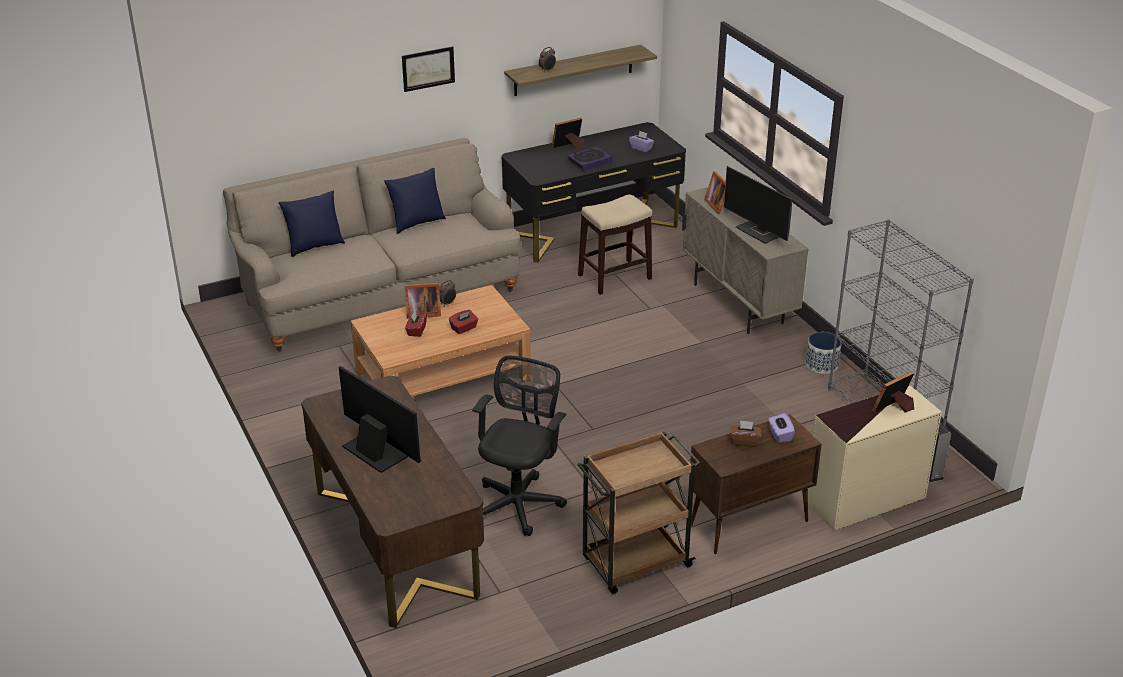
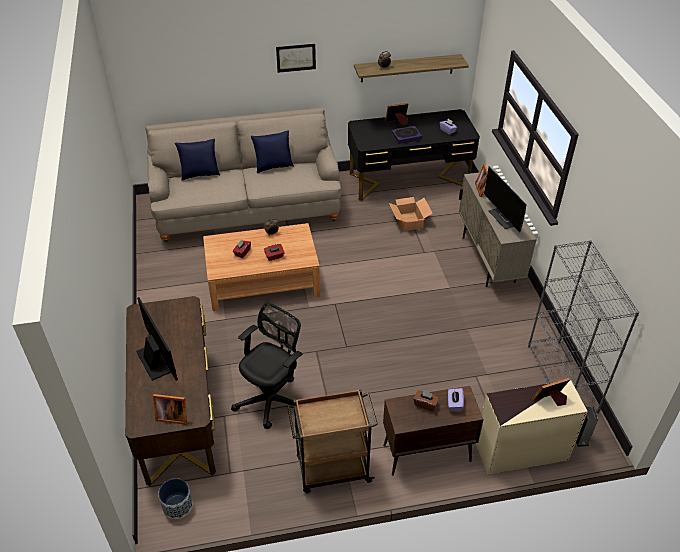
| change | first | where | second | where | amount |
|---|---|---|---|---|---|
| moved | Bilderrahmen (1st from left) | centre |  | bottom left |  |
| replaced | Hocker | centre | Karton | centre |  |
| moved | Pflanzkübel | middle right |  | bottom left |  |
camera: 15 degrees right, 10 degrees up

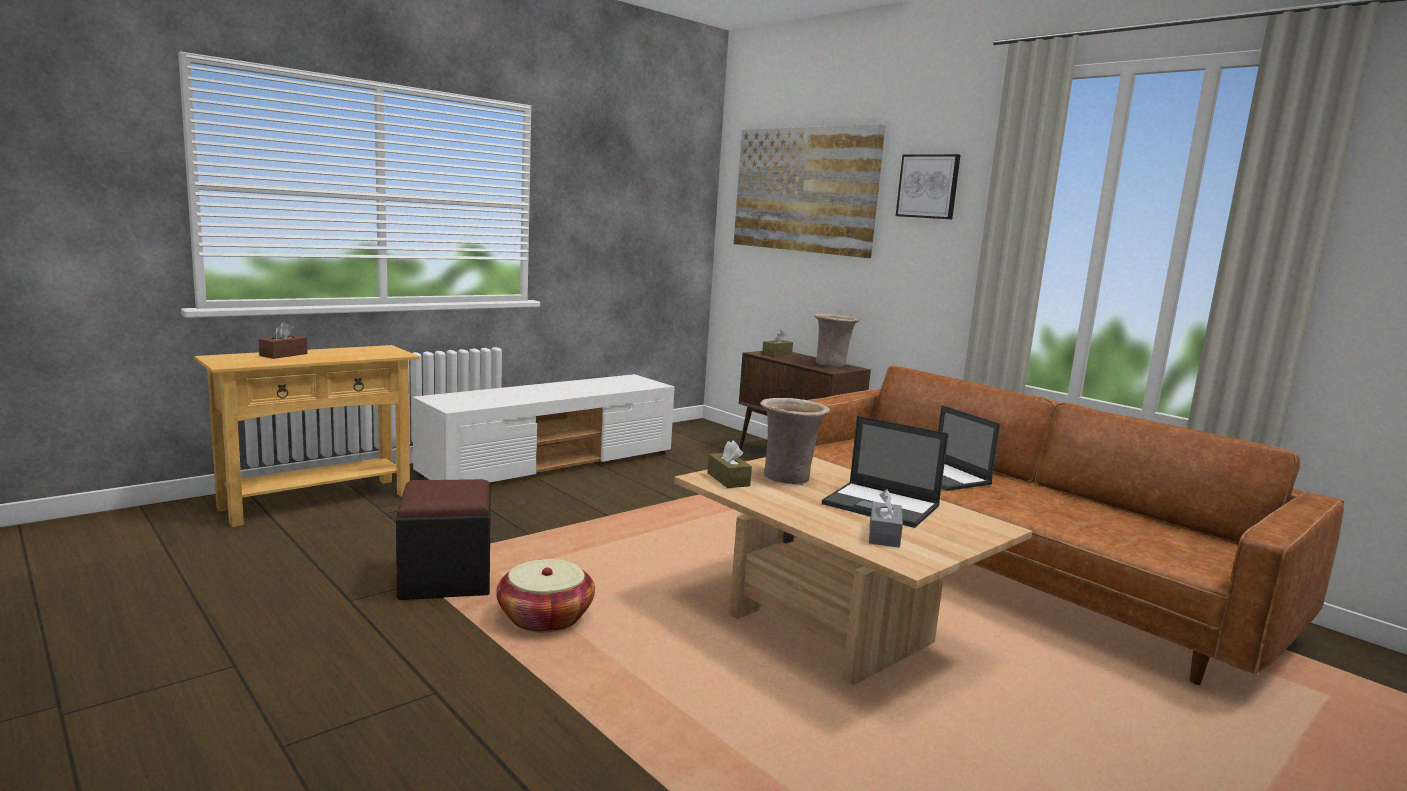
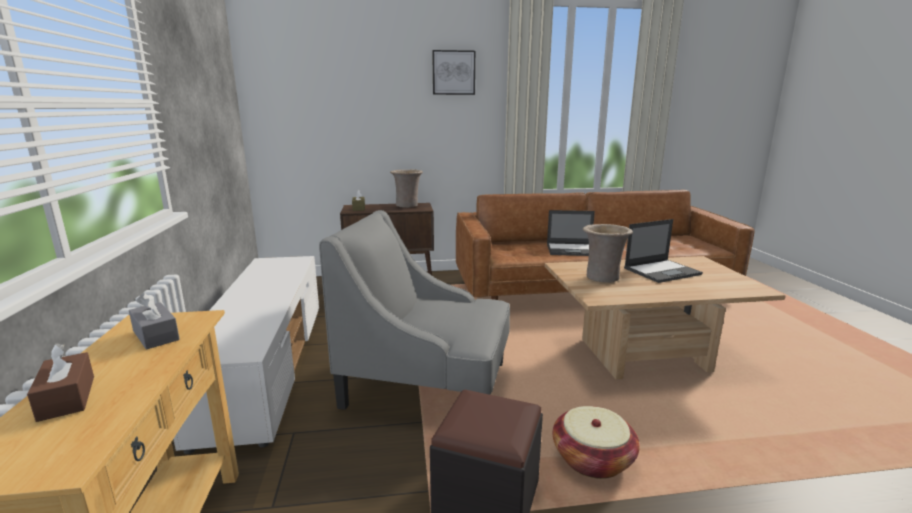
| change | first | where | second | where | amount |
|---|---|---|---|---|---|
| removed | Taschentuchbox [braun] (2nd from left) | centre |  |  |  |
| removed | Bild (1st from left) | top centre |  |  |  |
| moved | Taschentuchbox [grau] | centre |  | middle left |  |
| added |  |  | Sessel [grau] | centre |  |
camera: 55 degrees left, 5 degrees up

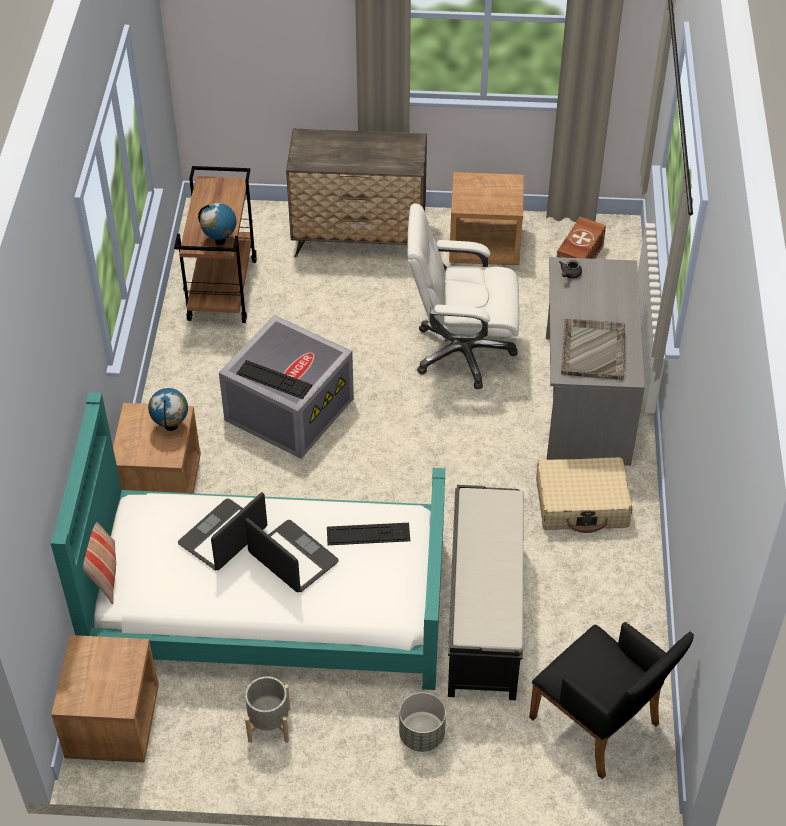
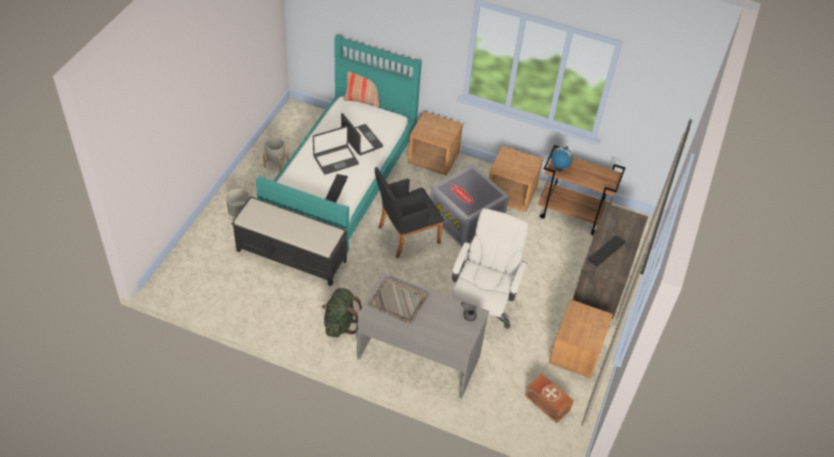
| change | first | where | second | where | amount |
|---|---|---|---|---|---|
| moved | Nachttisch [braun] (1st from left in the first image) | bottom left | Nachttisch [braun] (2nd from left) | centre |  |
| removed | Globus (1st from left) | middle left |  |  |  |
| moved | Tastatur (1st from left in the first image) | centre | Tastatur (2nd from left) | middle right |  |
| moved | Sessel [schwarz] | bottom right |  | centre |  |
| replaced | Koffer [beige] | middle right | Rucksack [grün] | bottom centre |  |
camera: 105 degrees right, 0 degrees up

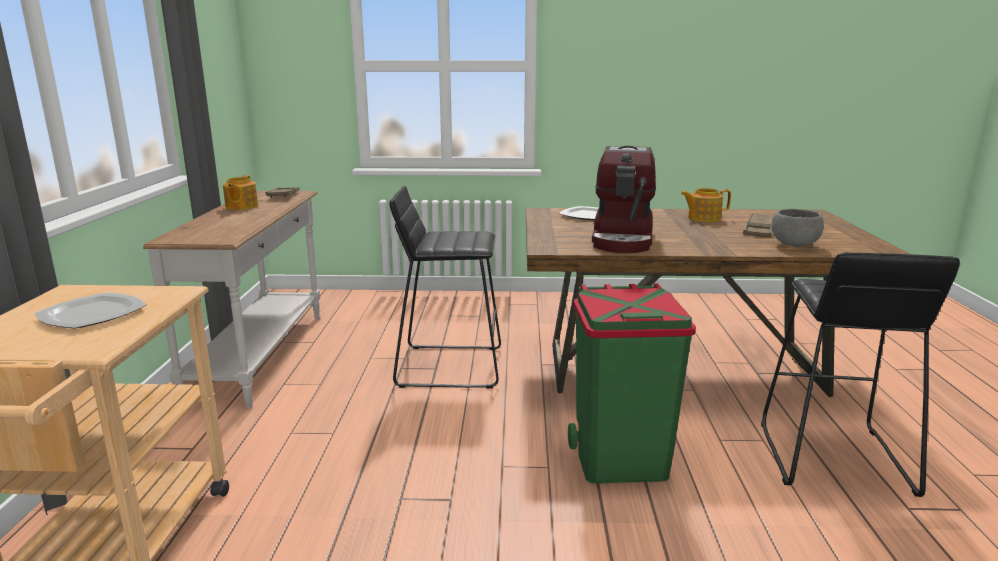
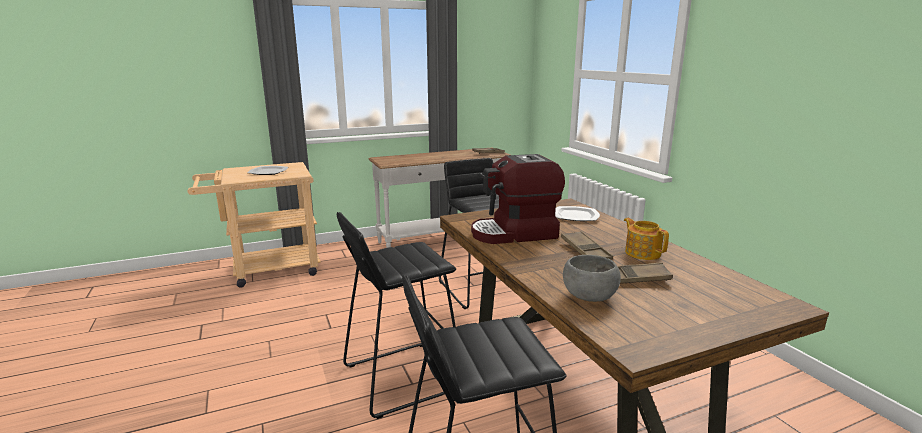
| change | first | where | second | where | amount |
|---|---|---|---|---|---|
| removed | Teekanne (1st from left) | middle left |  |  |  |
| replaced | Mülleimer [grün] | bottom centre | Hocker [schwarz] (1st from left) | bottom centre |  |
| added |  |  | Tablett [braun] (2nd from left) | centre |  |
camera: 65 degrees right, 0 degrees up

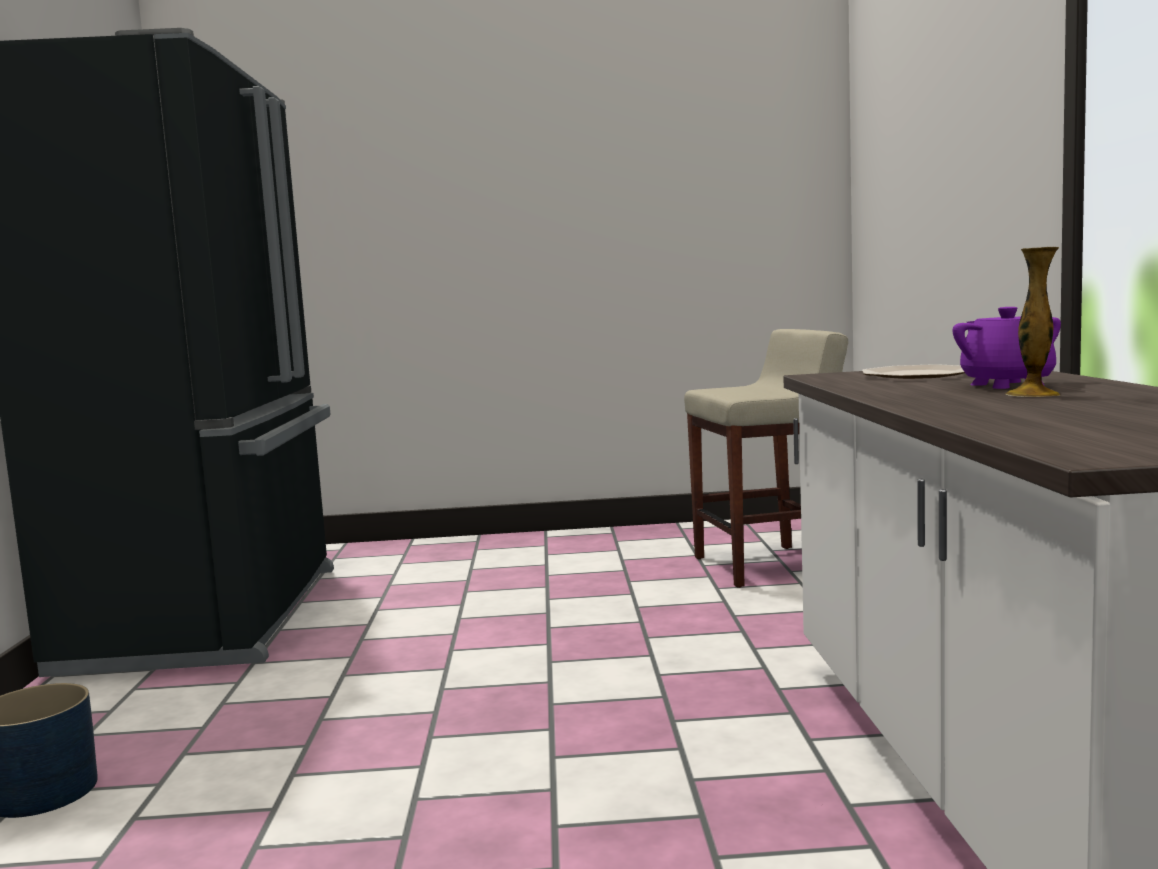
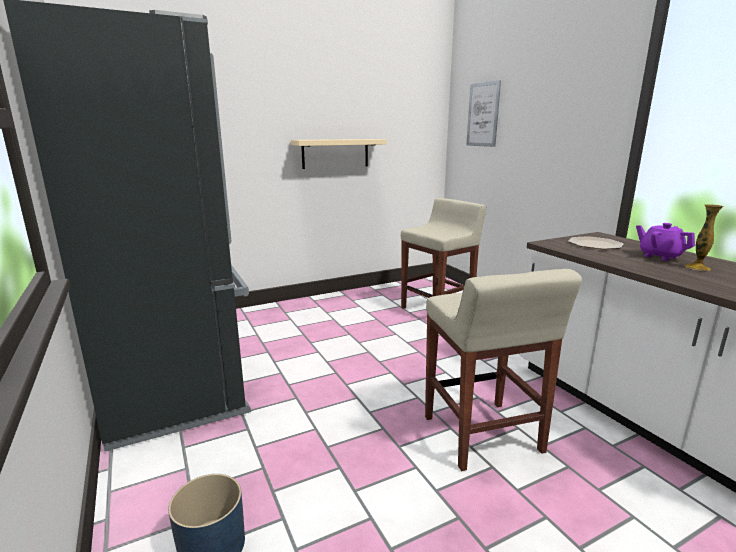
| change | first | where | second | where | amount |
|---|---|---|---|---|---|
| added |  |  | Wandregal [beige] | top centre |  |
| added |  |  | Hocker [beige] (2nd from left) | bottom right |  |
| added |  |  | Bild | top centre |  |
camera: 25 degrees left, 10 degrees up

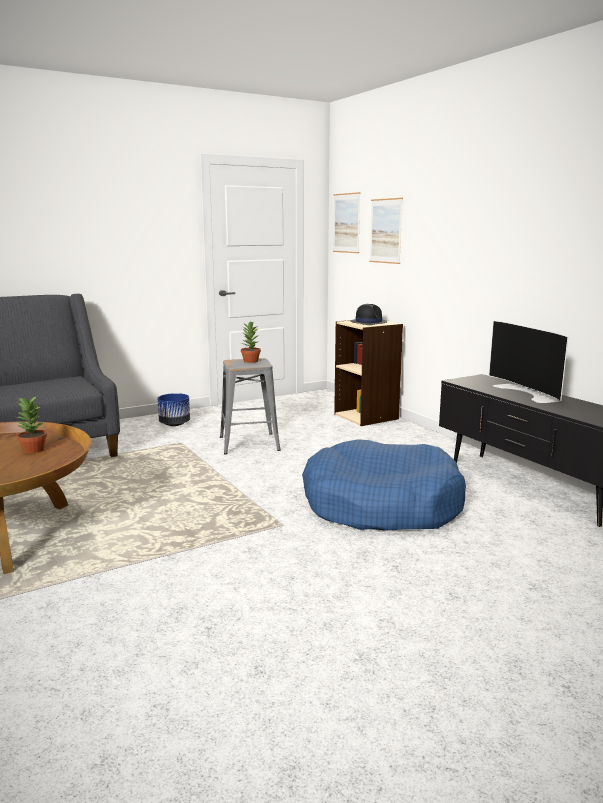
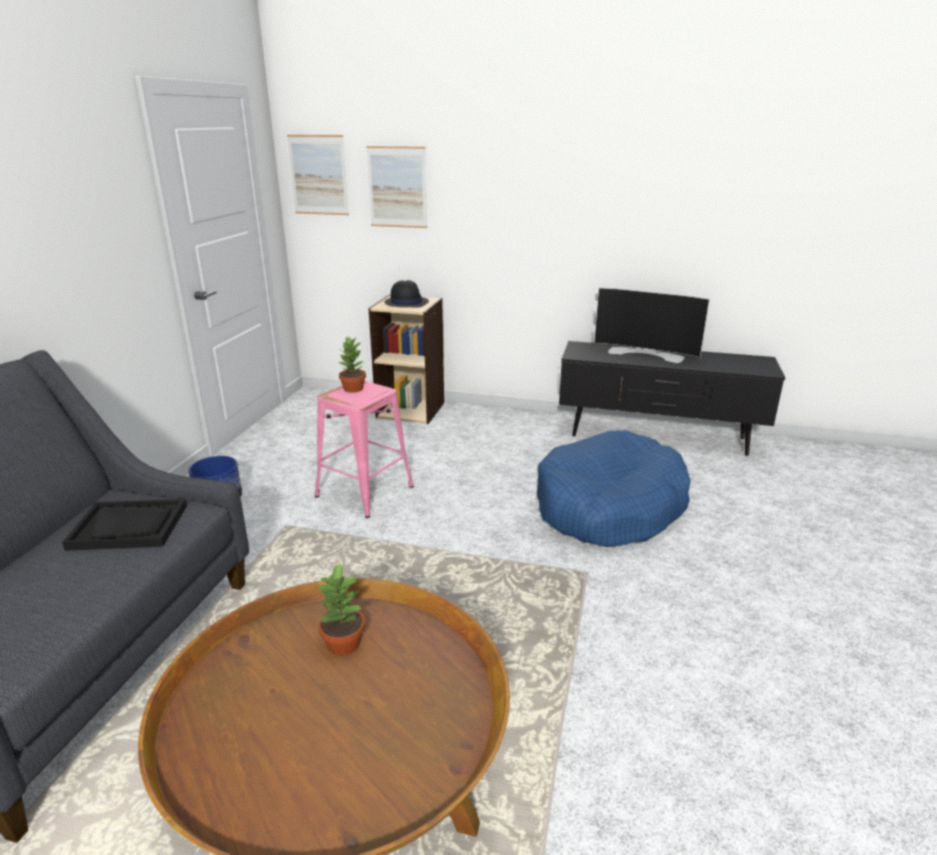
| change | first | where | second | where | amount |
|---|---|---|---|---|---|
| recoloured | Hocker [grau] | centre | Hocker [rosa] | centre |  |
| added |  |  | Tablett [schwarz] | middle left |  |
camera: 45 degrees left, 10 degrees up

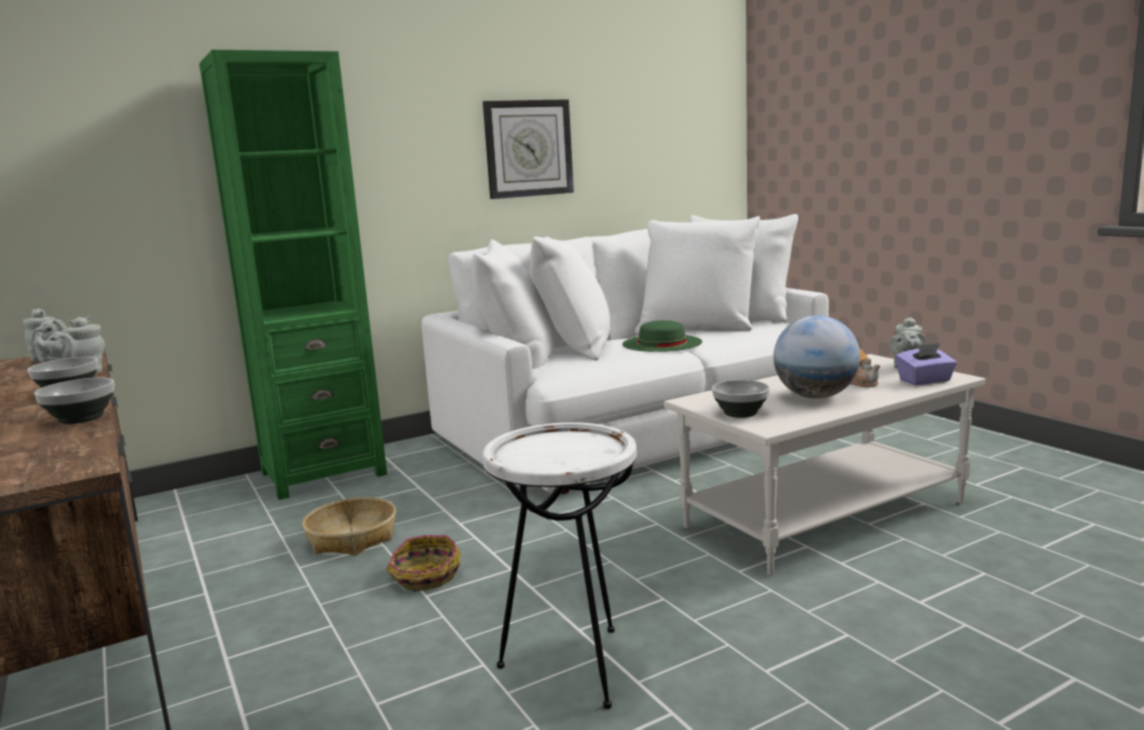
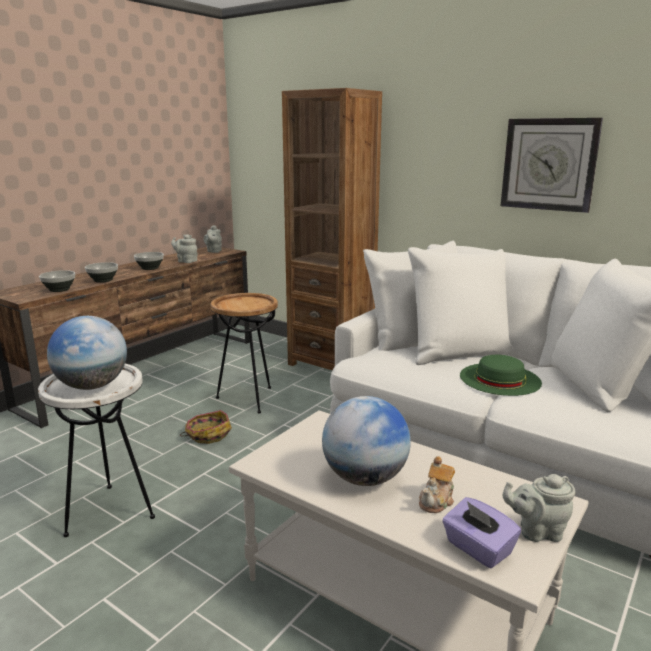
| change | first | where | second | where | amount |
|---|---|---|---|---|---|
| recoloured | Bücherregal [grün] | middle left | Bücherregal [braun] | centre |  |
| replaced | Korb (1st from left) | bottom left | Beistelltisch [braun] | centre |  |
| moved | Schüssel (3rd from left in the first image) | centre | Schüssel (1st from left) | middle left |  |
| added |  |  | Globus (1st from left) | middle left |  |
camera: 65 degrees right, 5 degrees up

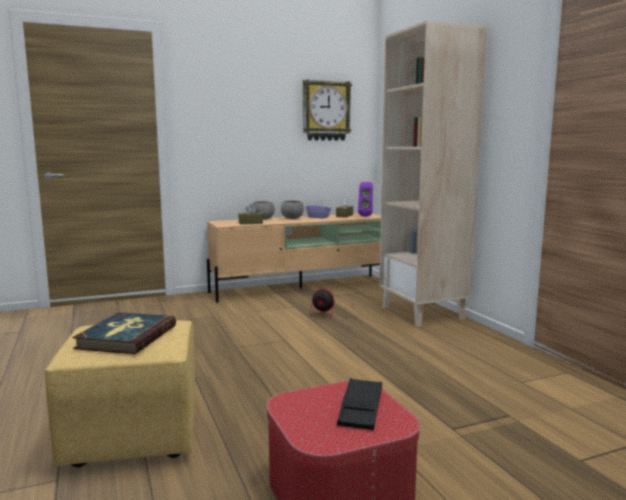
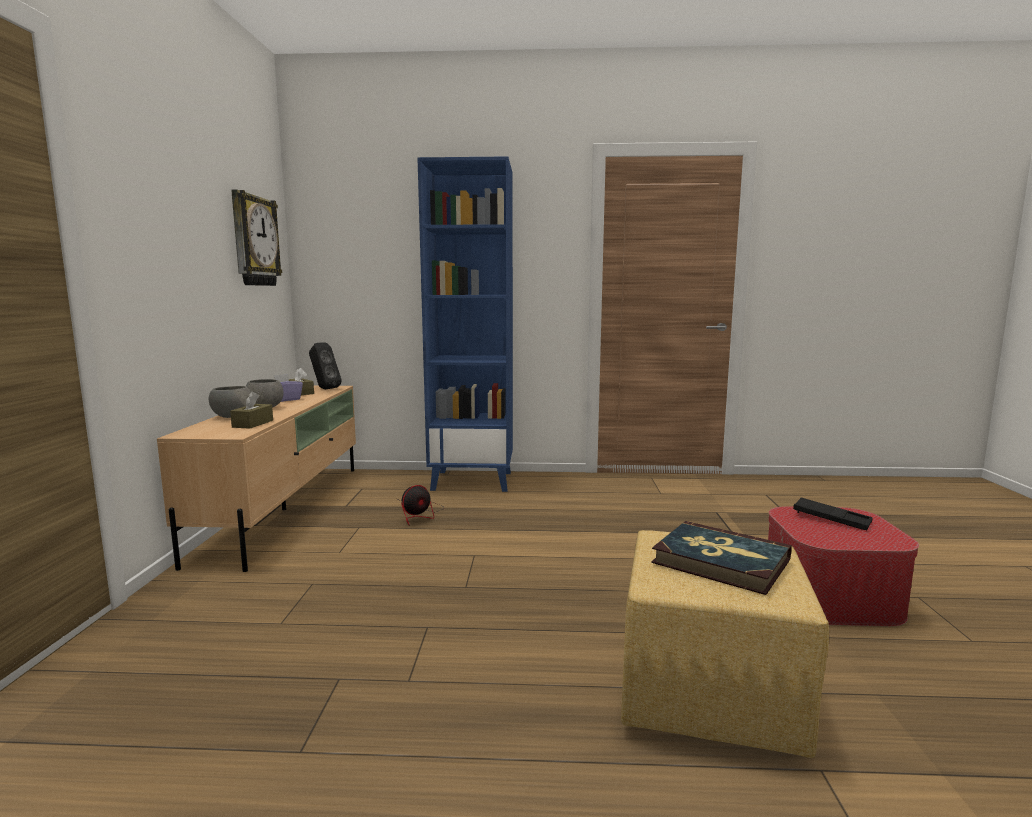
| change | first | where | second | where | amount |
|---|---|---|---|---|---|
| recoloured | Lautsprecher [lila] | centre | Lautsprecher [schwarz] | middle left |  |
| recoloured | Bücherregal [beige] | middle right | Bücherregal [blau] | centre |  |
camera: 65 degrees left, 0 degrees up

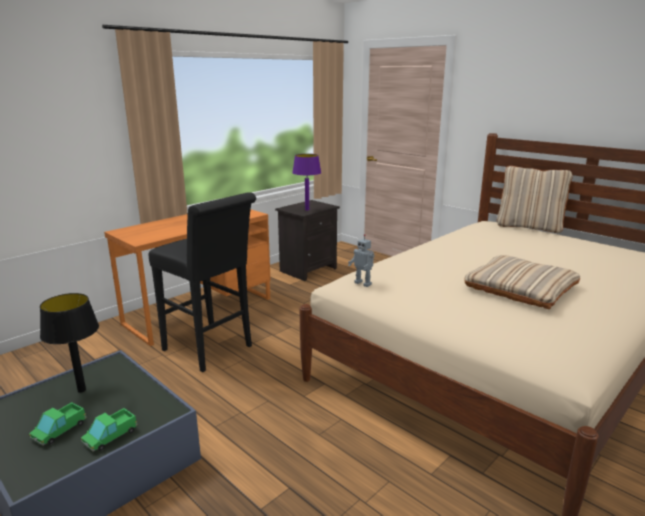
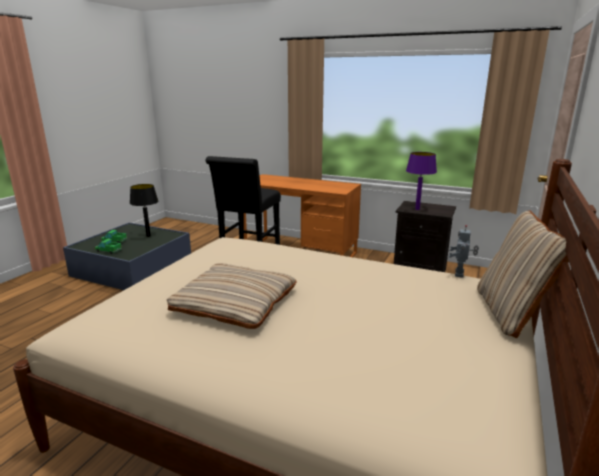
| change | first | where | second | where | amount |
|---|---|---|---|---|---|
| moved | Spielzeugroboter | centre |  | middle right |  |
camera: 70 degrees right, 0 degrees up

